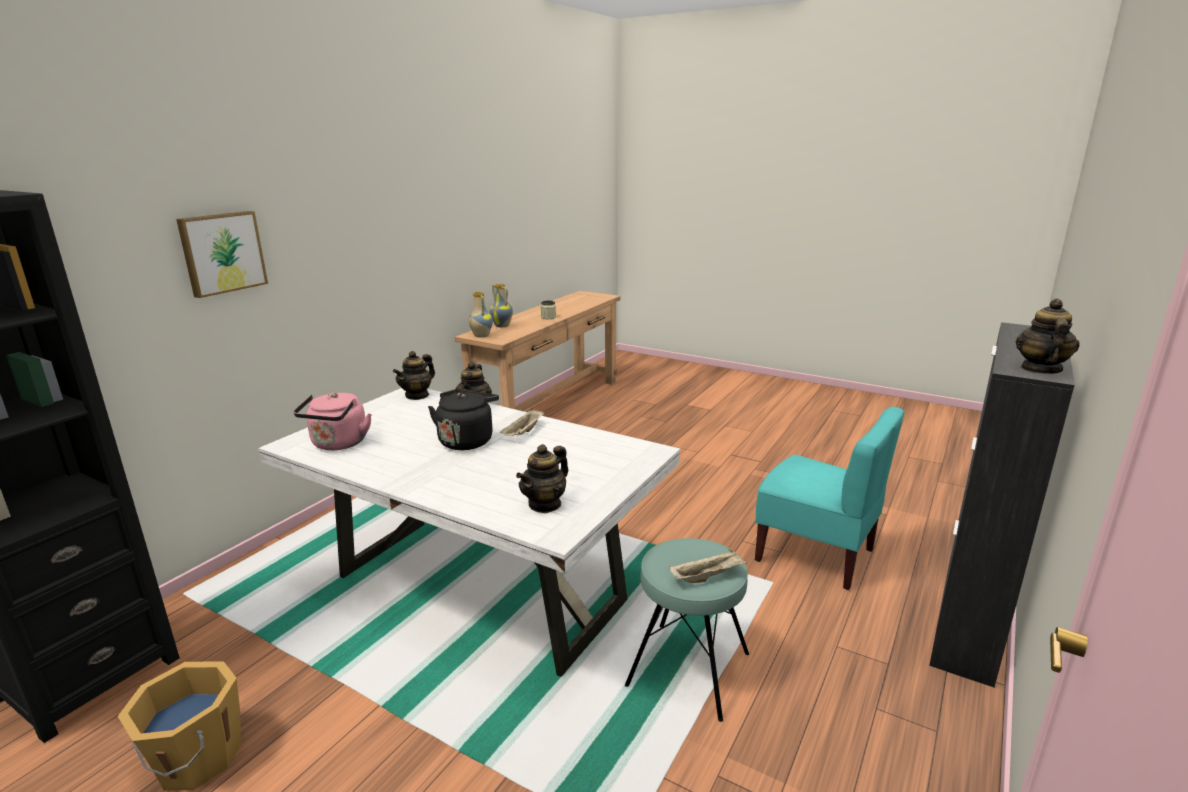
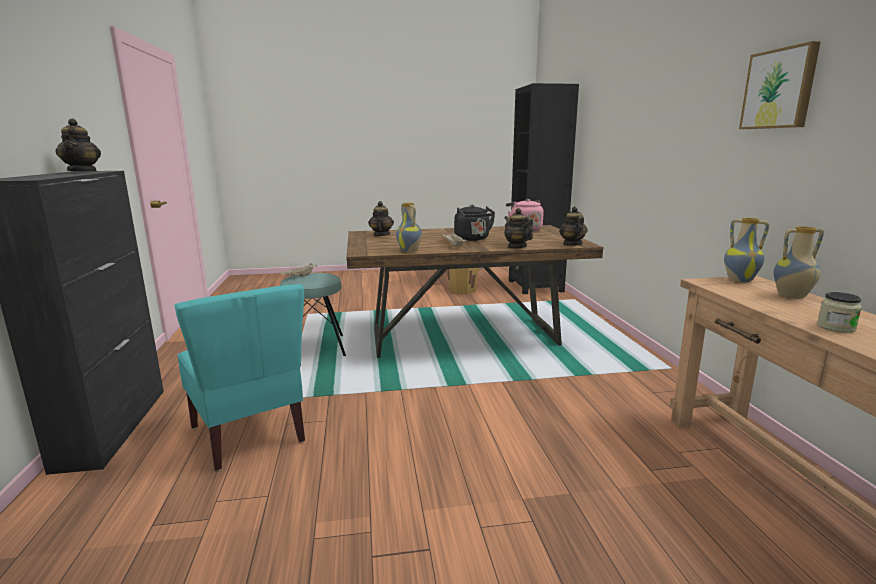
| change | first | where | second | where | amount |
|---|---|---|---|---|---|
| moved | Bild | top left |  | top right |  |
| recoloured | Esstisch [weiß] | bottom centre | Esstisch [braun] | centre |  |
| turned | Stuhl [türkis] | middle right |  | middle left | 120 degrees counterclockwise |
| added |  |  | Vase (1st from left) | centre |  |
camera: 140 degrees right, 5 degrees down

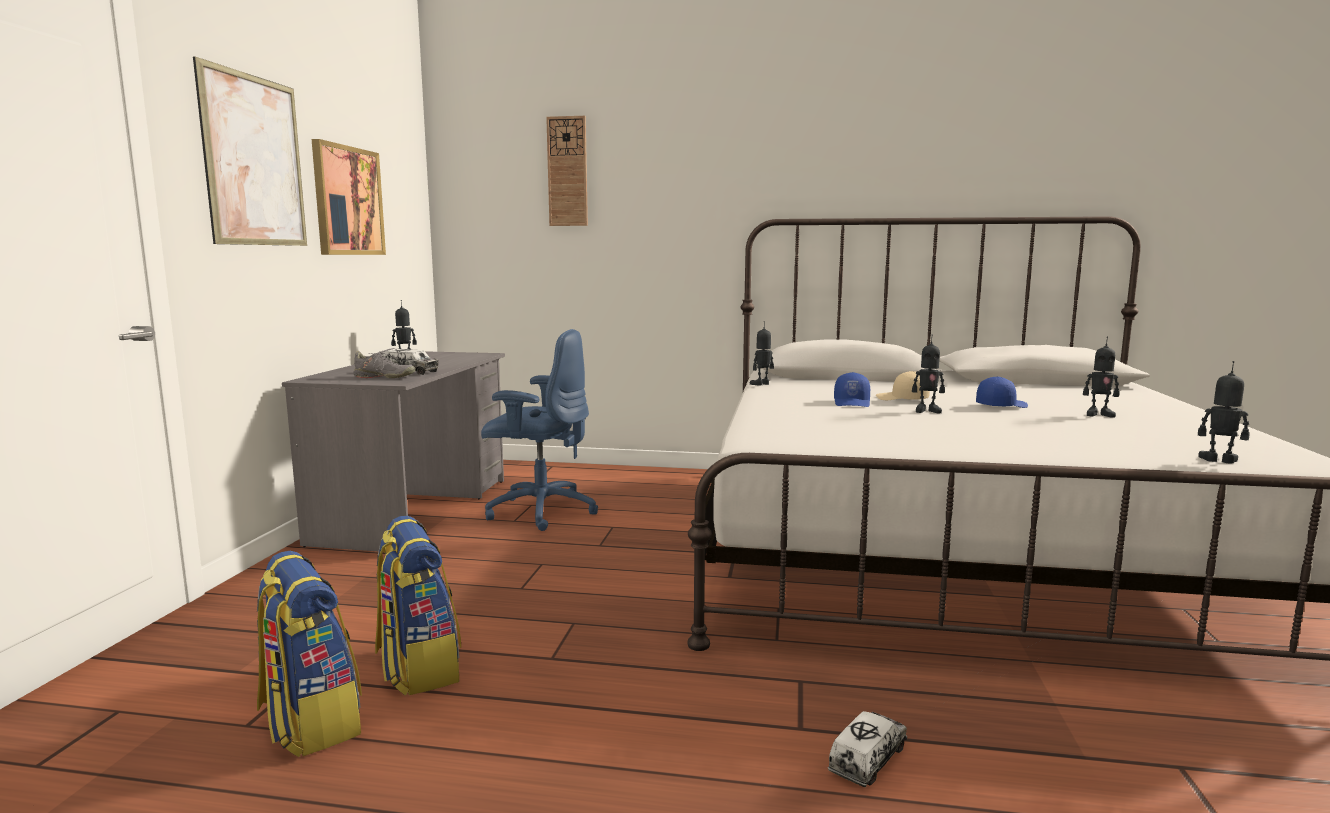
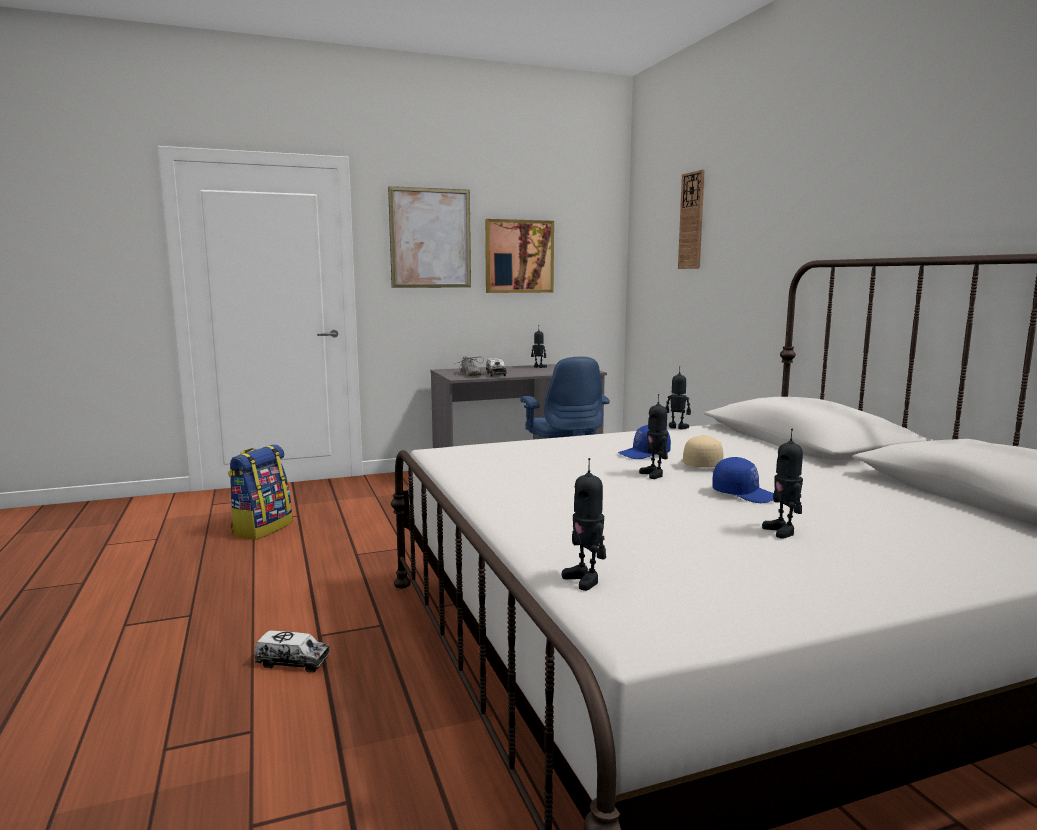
| change | first | where | second | where | amount |
|---|---|---|---|---|---|
| removed | Rucksack (2nd from left) | bottom left |  |  |  |
| turned | Spielzeugroboter (5th from left in the first image) | middle right | Spielzeugroboter (2nd from left) | centre | 150 degrees clockwise |
camera: 60 degrees right, 0 degrees up

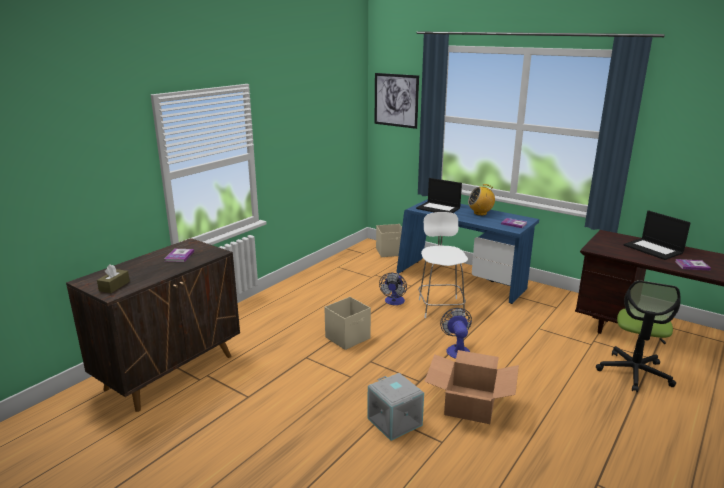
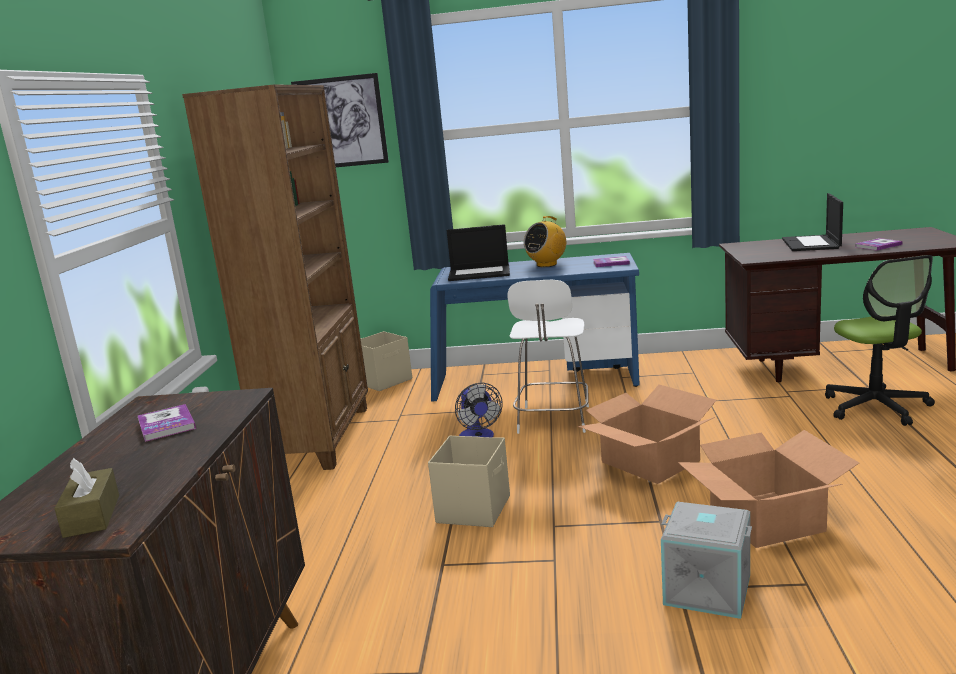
| change | first | where | second | where | amount |
|---|---|---|---|---|---|
| turned | Stuhl [weiß] | centre |  | centre | 135 degrees counterclockwise |
| replaced | Ventilator (2nd from left) | bottom centre | Karton (1st from left) | middle right |  |
| turned | Laptop (2nd from left) | middle right |  | top right | 75 degrees clockwise |
| added |  |  | Bücherregal [braun] | middle left |  |
camera: 30 degrees left, 5 degrees down

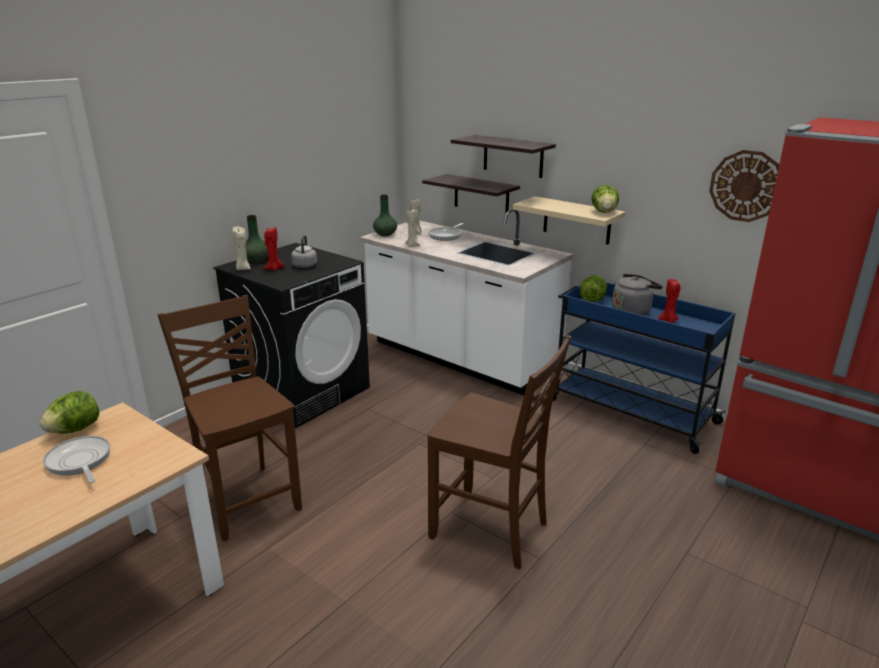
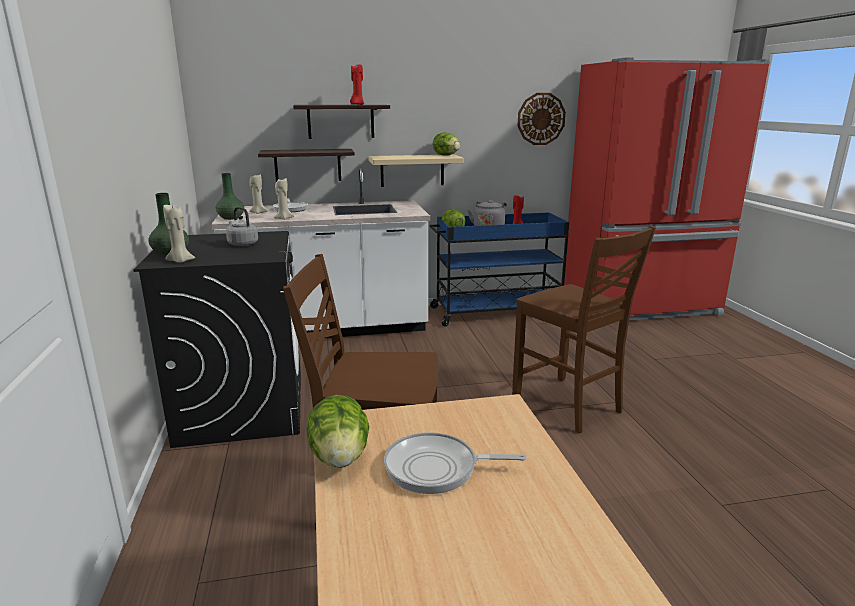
| change | first | where | second | where | amount |
|---|---|---|---|---|---|
| moved | Kerze [rot] (1st from left) | middle left |  | top centre |  |
| turned | Stuhl [braun] (2nd from left) | bottom centre |  | middle right | 75 degrees clockwise |
camera: 50 degrees left, 5 degrees down

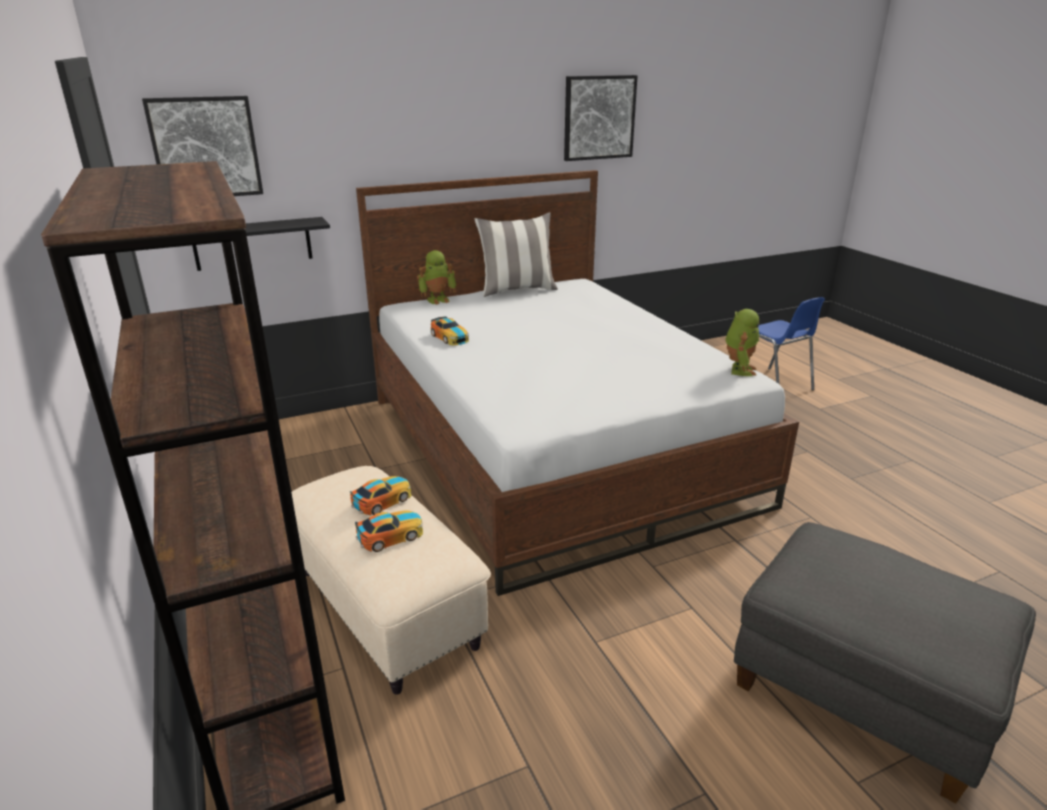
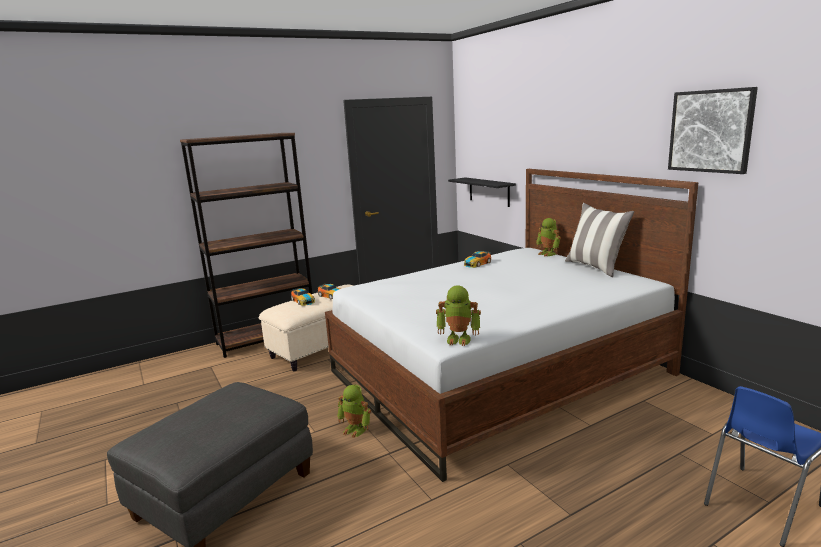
| change | first | where | second | where | amount |
|---|---|---|---|---|---|
| removed | Bild (1st from left) | top left |  |  |  |
| added |  |  | Spielzeugroboter (1st from left) | bottom centre |  |
camera: 85 degrees right, 10 degrees down

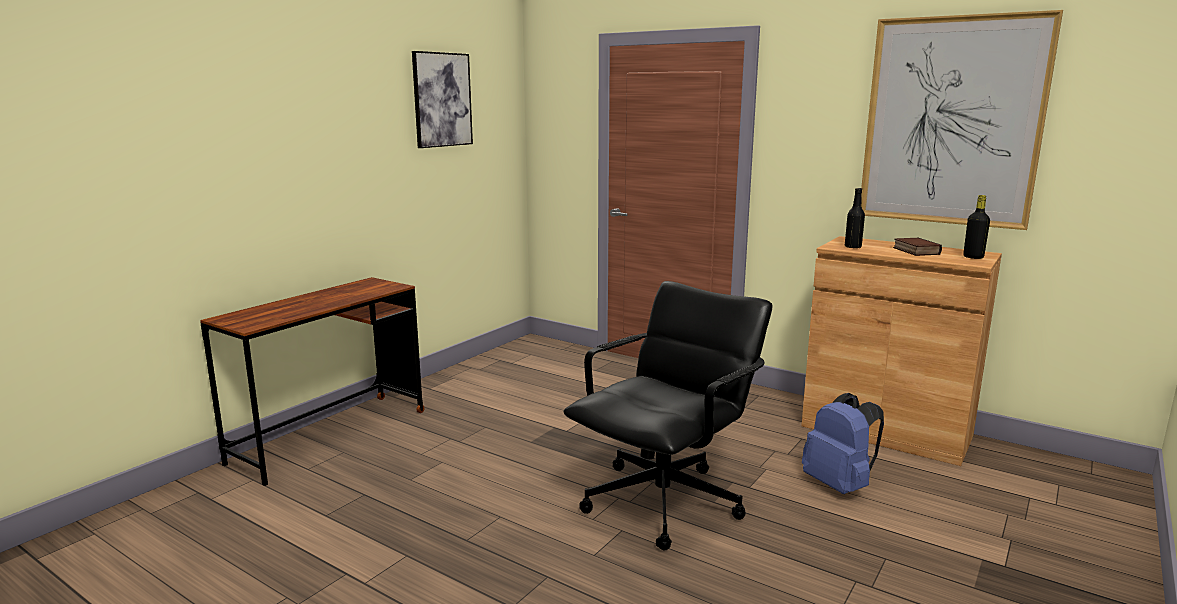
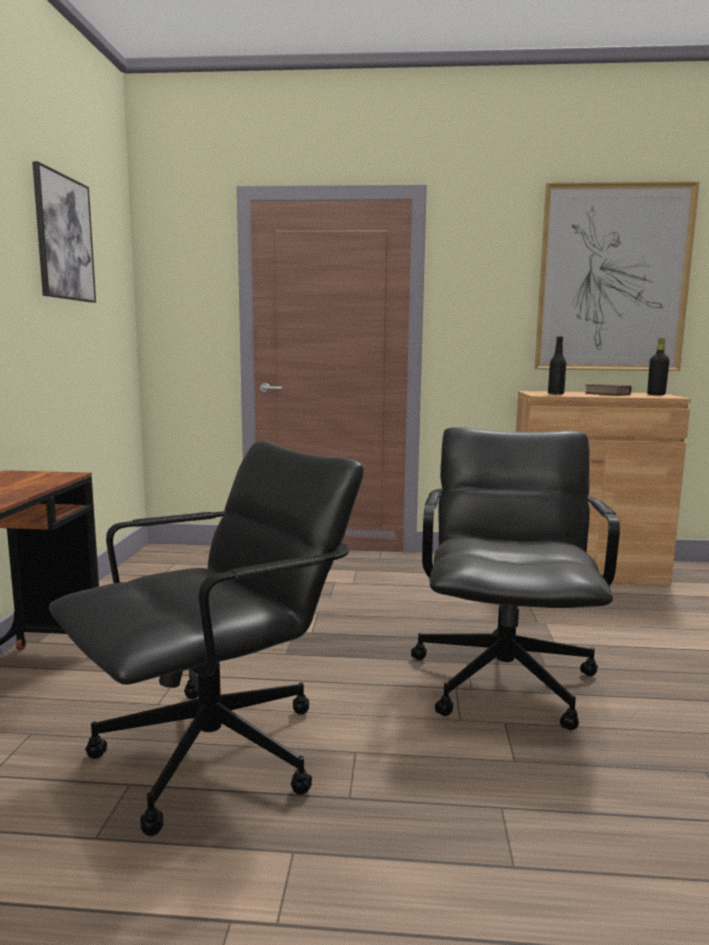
| change | first | where | second | where | amount |
|---|---|---|---|---|---|
| removed | Rucksack [blau] | bottom right |  |  |  |
| added |  |  | Bürostuhl [schwarz] (1st from left) | bottom left |  |
camera: 30 degrees left, 5 degrees down

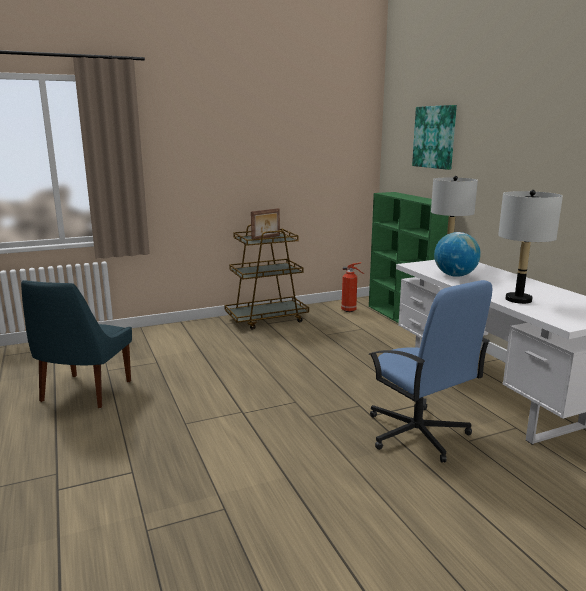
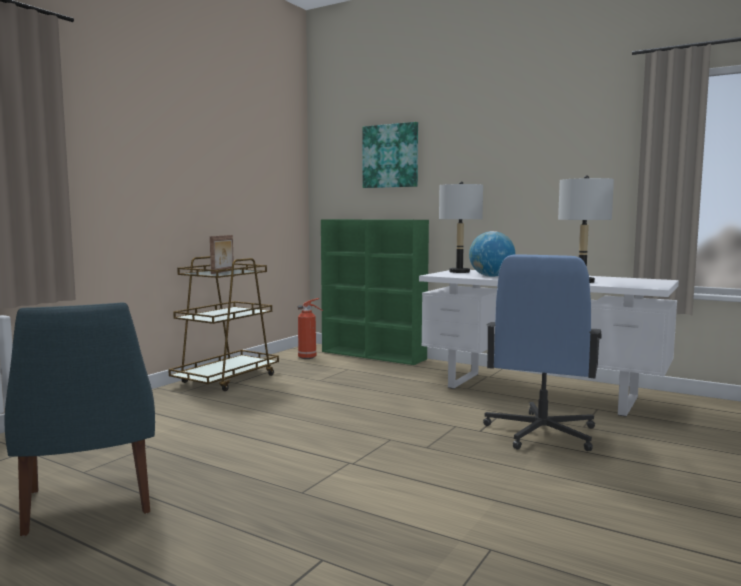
| change | first | where | second | where | amount |
|---|---|---|---|---|---|
| turned | Bürostuhl [blau] | middle right |  | middle right | 90 degrees clockwise |
camera: 35 degrees left, 10 degrees down

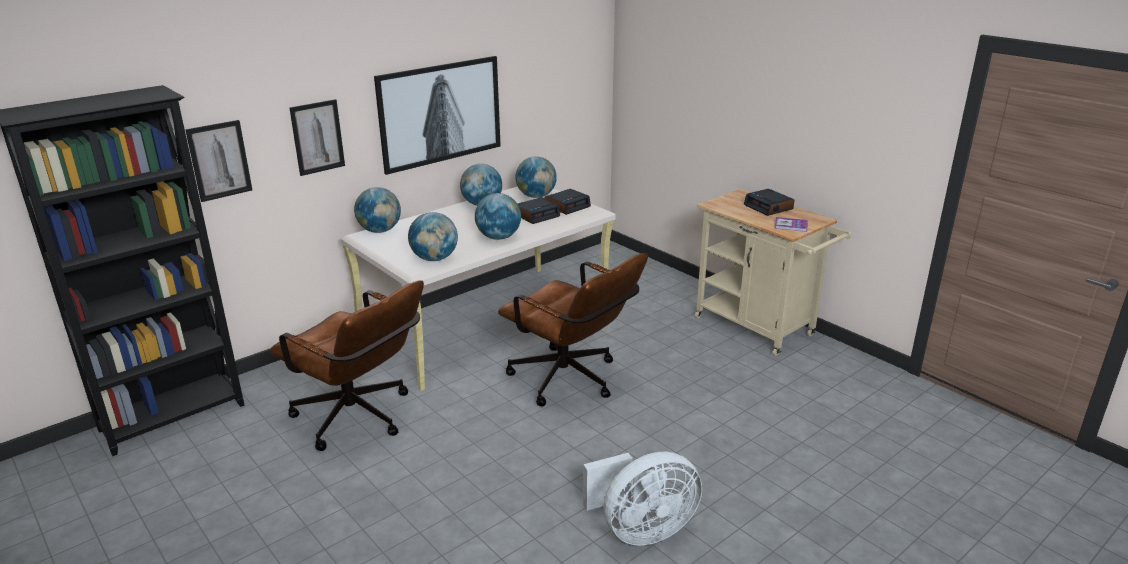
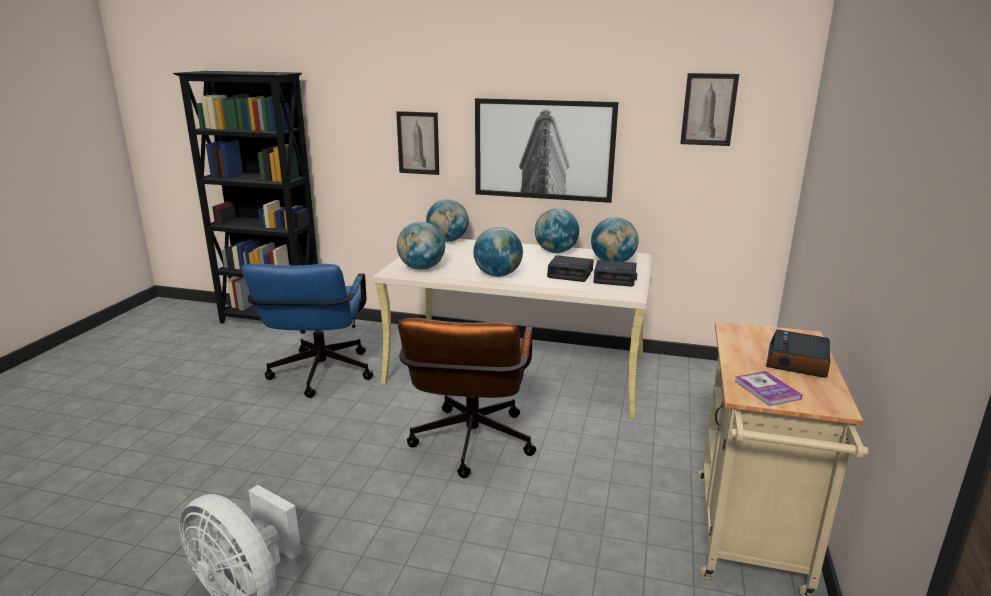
| change | first | where | second | where | amount |
|---|---|---|---|---|---|
| moved | Bild (1st from left in the first image) | top left | Bild (3rd from left) | top right |  |
| recoloured | Bürostuhl [braun] (1st from left) | middle left | Bürostuhl [blau] | middle left |  |
camera: 55 degrees right, 5 degrees down

